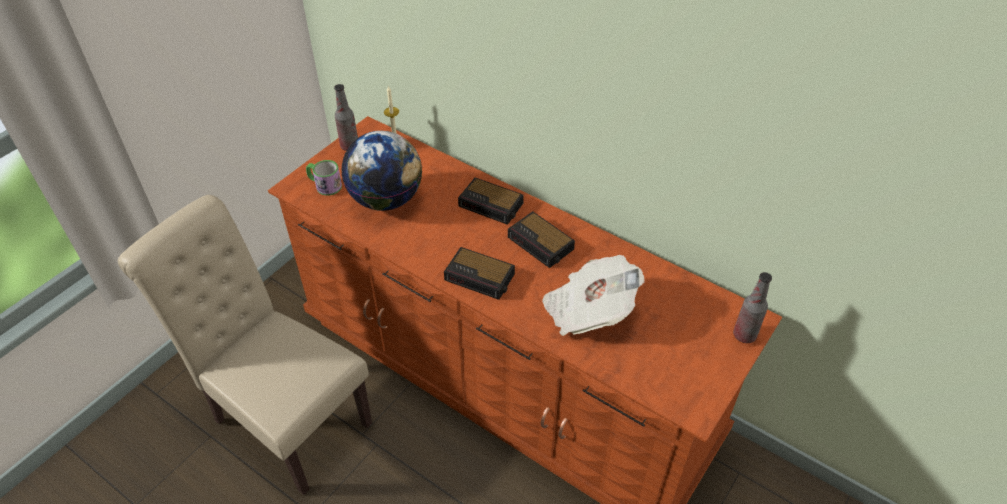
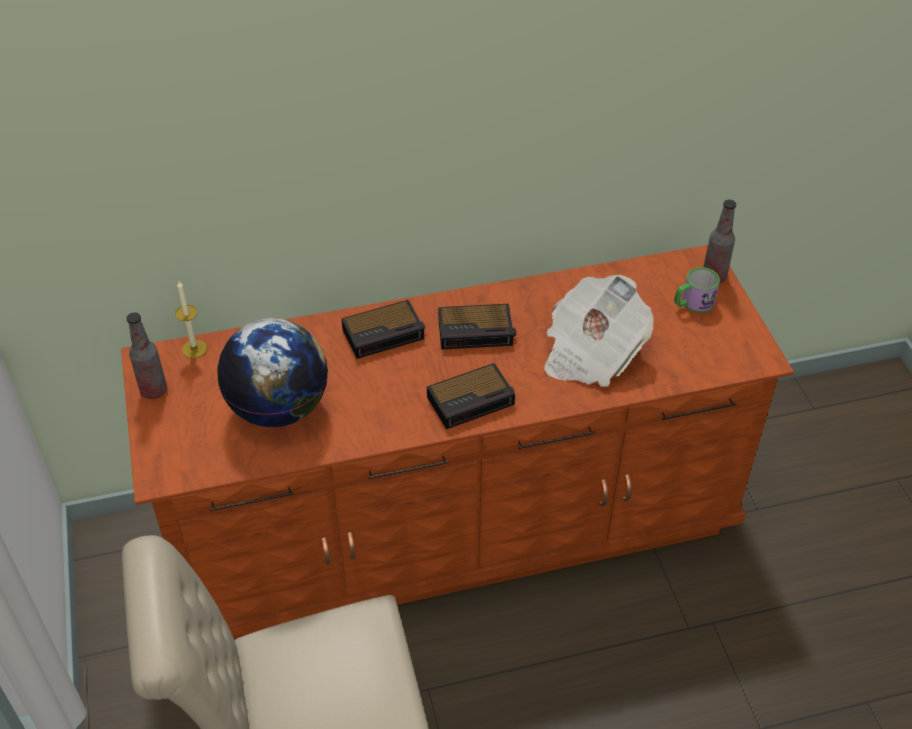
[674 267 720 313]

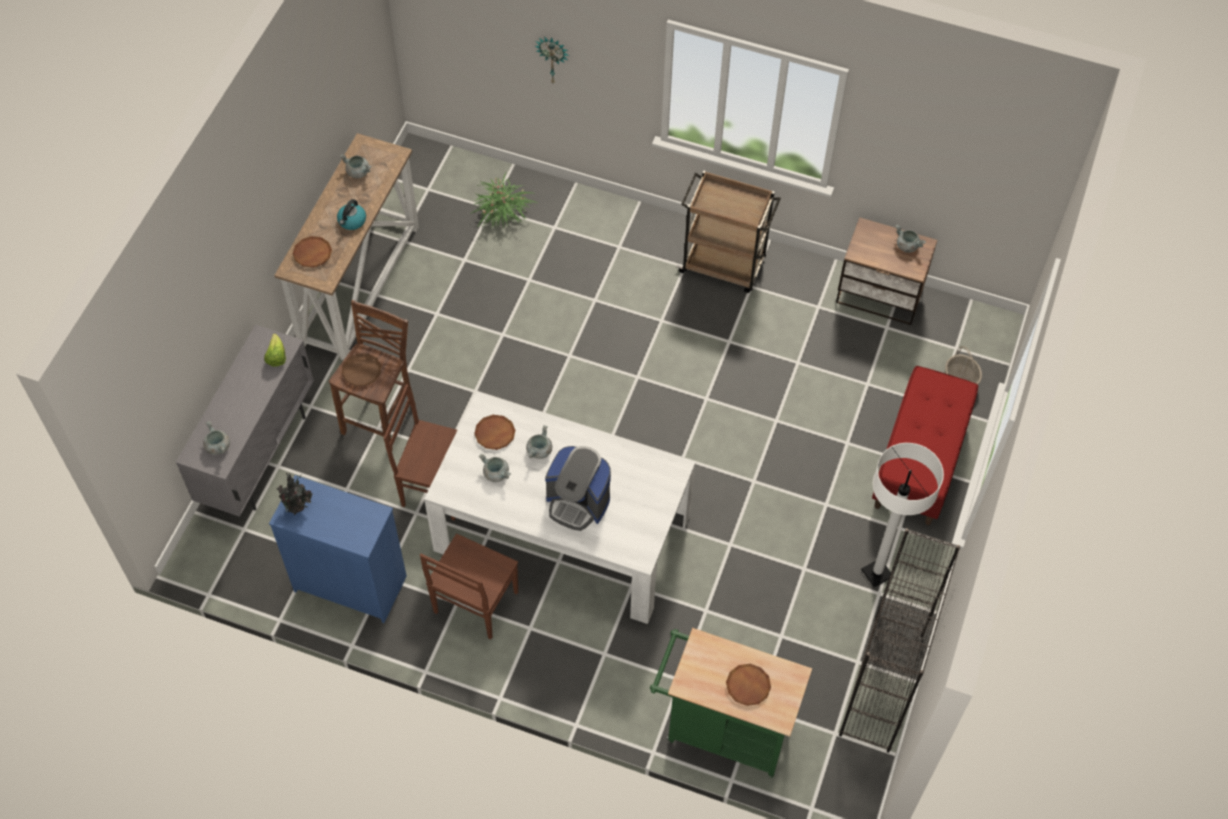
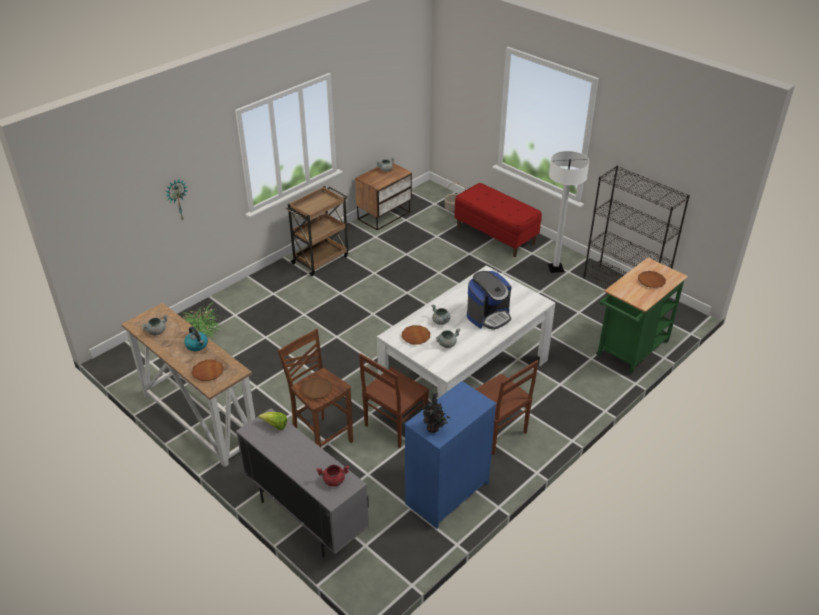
[316 465 349 487]

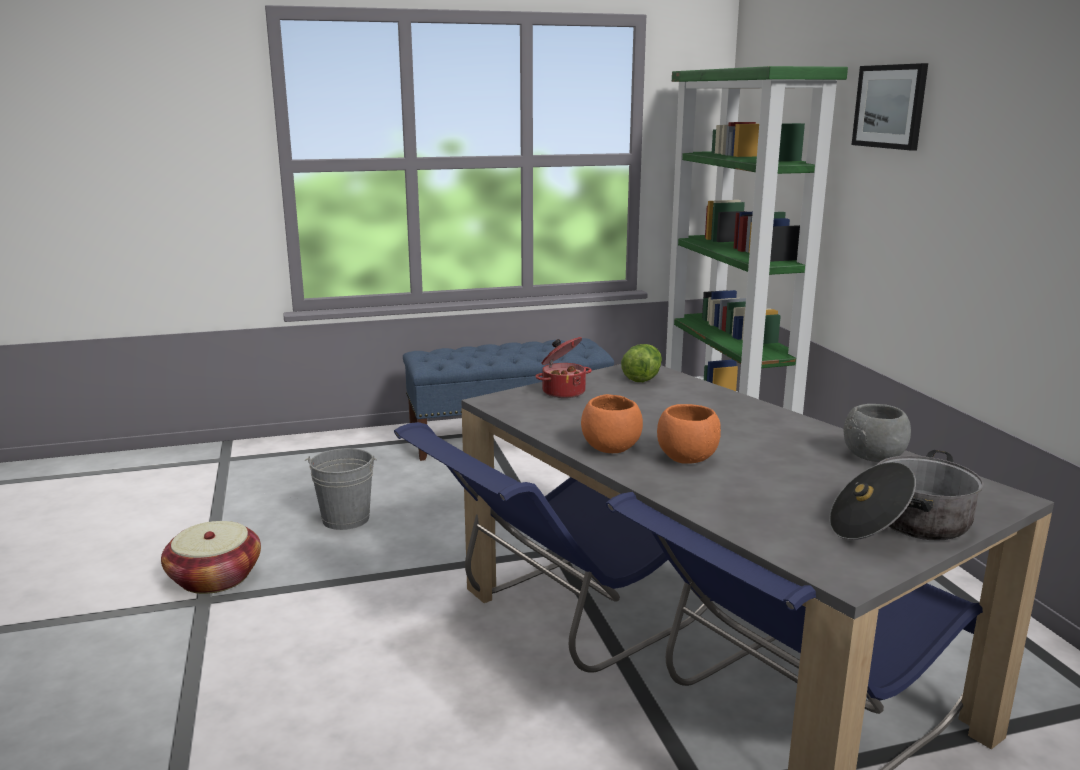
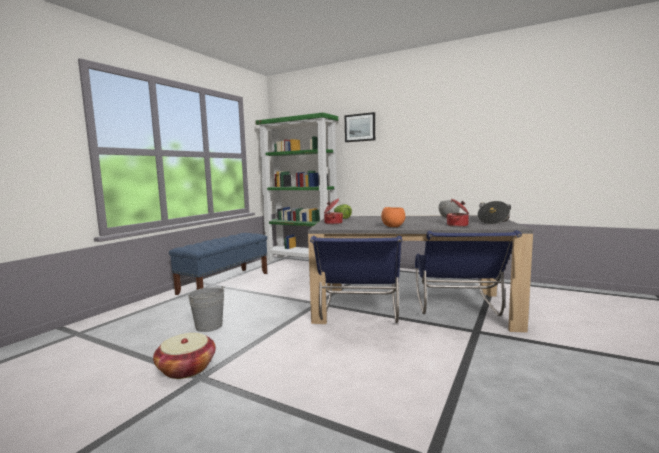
[657 404 721 464] (first image)
[446 199 469 227]

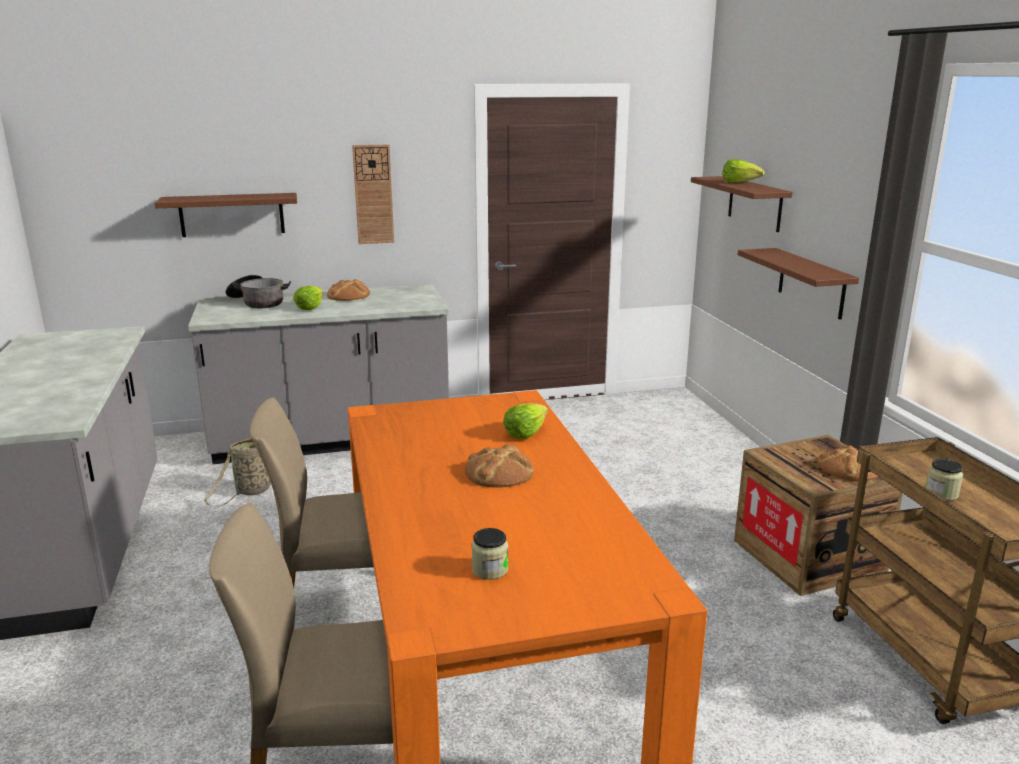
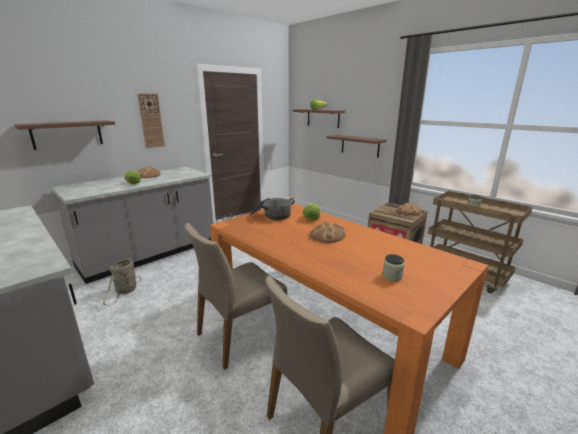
[249 198 295 220]

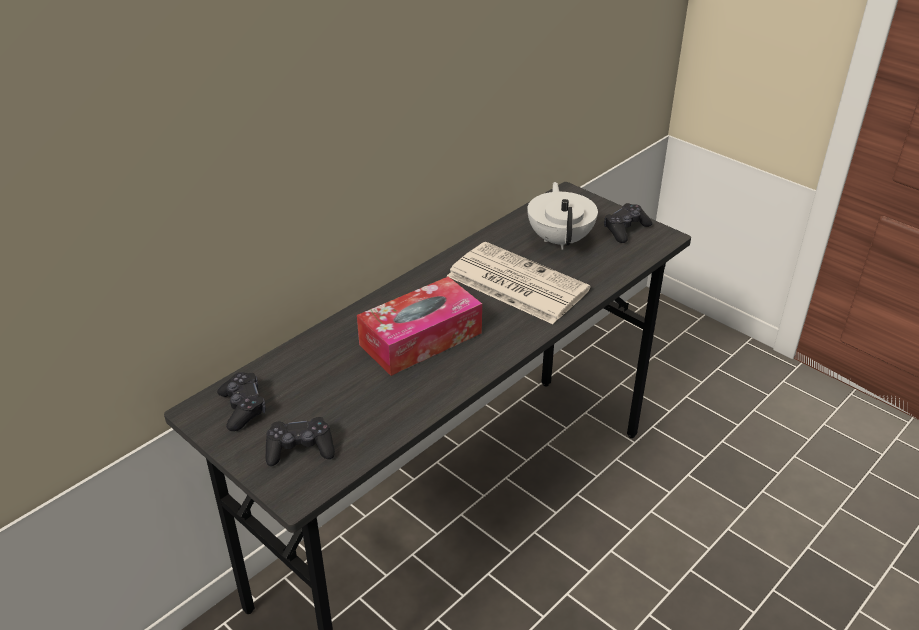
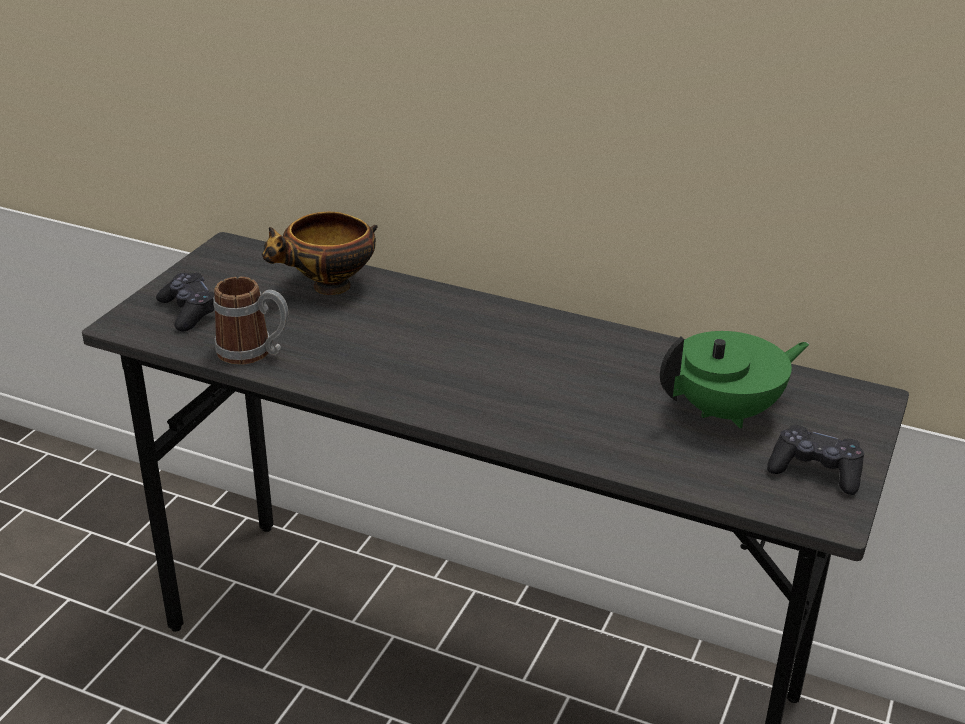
[217 372 266 431] (first image)
[357 277 482 376] (first image)
[447 242 591 324] (first image)
[213 277 289 365]
[262 212 378 295]
[660 331 809 428]

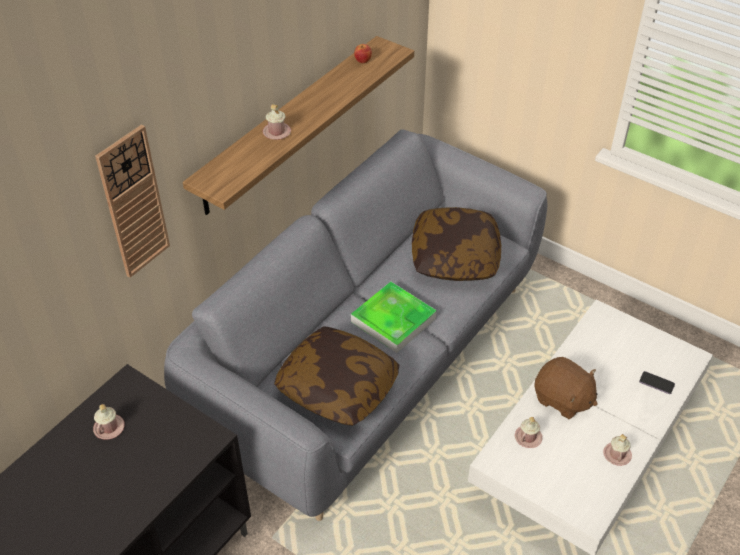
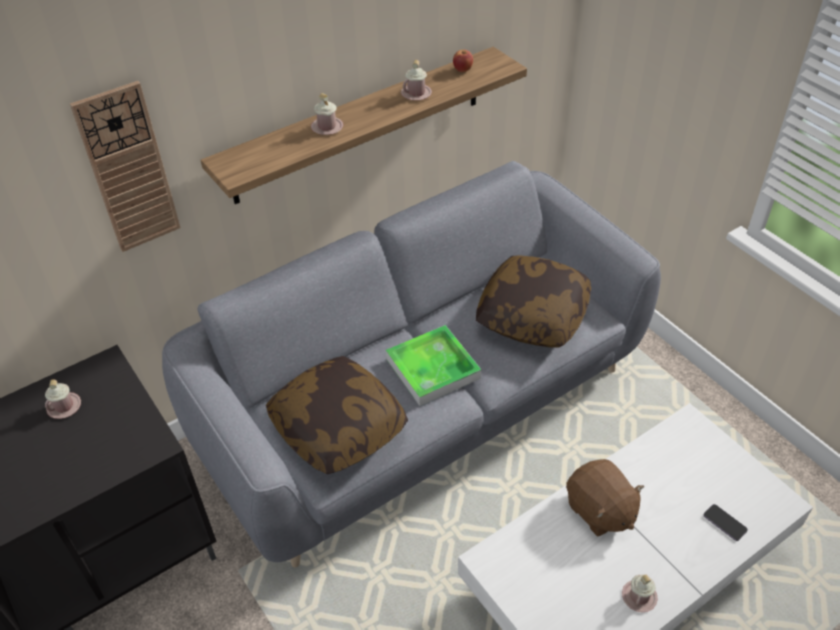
[401 60 432 101]

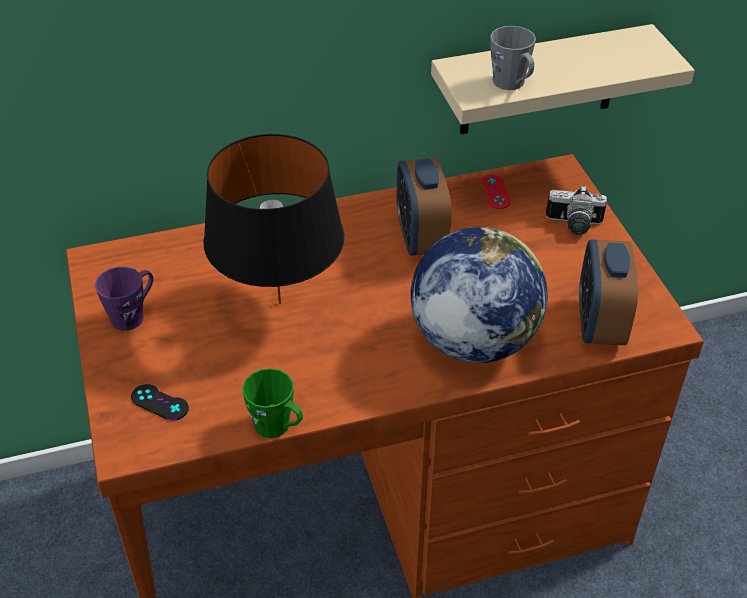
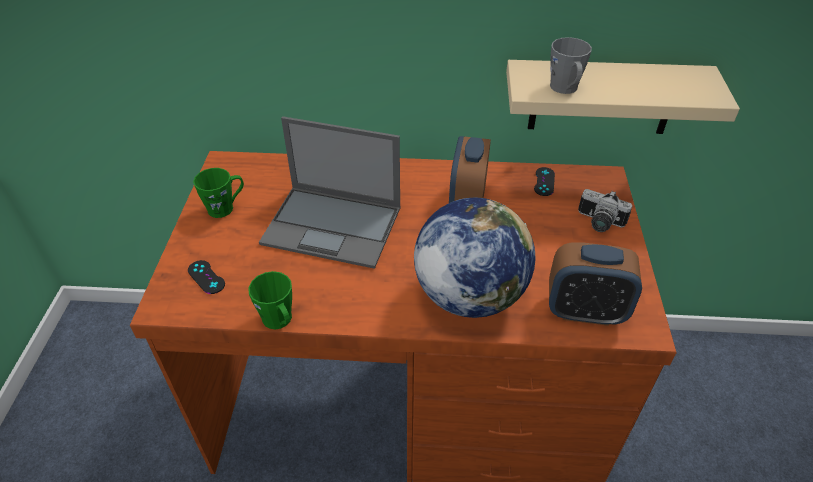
[259 116 400 269]
[193 168 244 218]
[534 167 555 196]
[549 243 642 326]

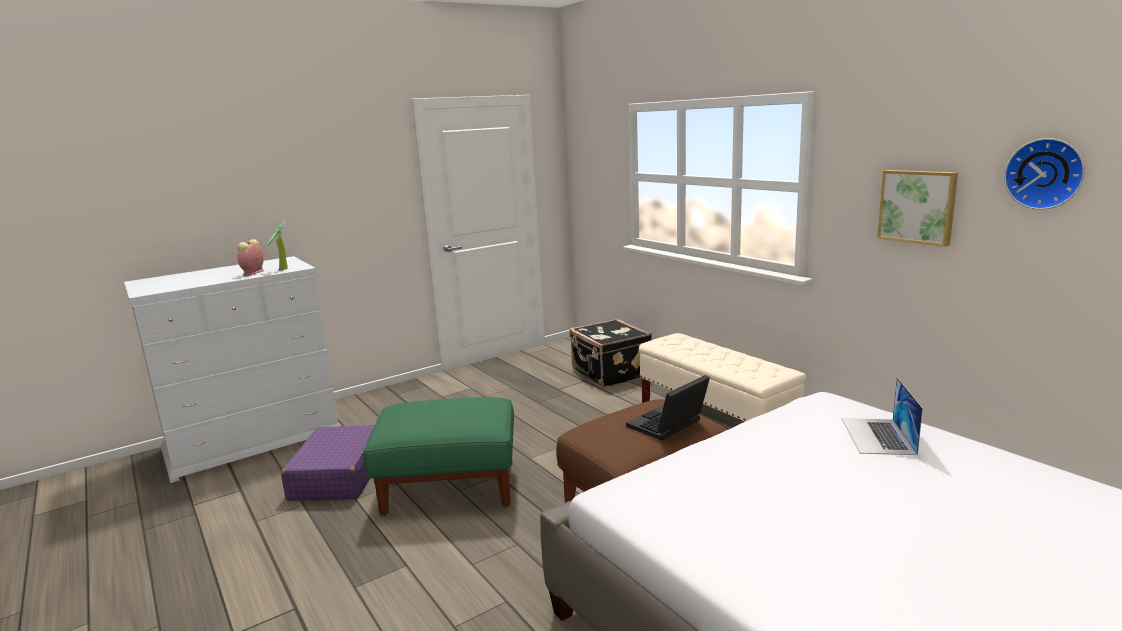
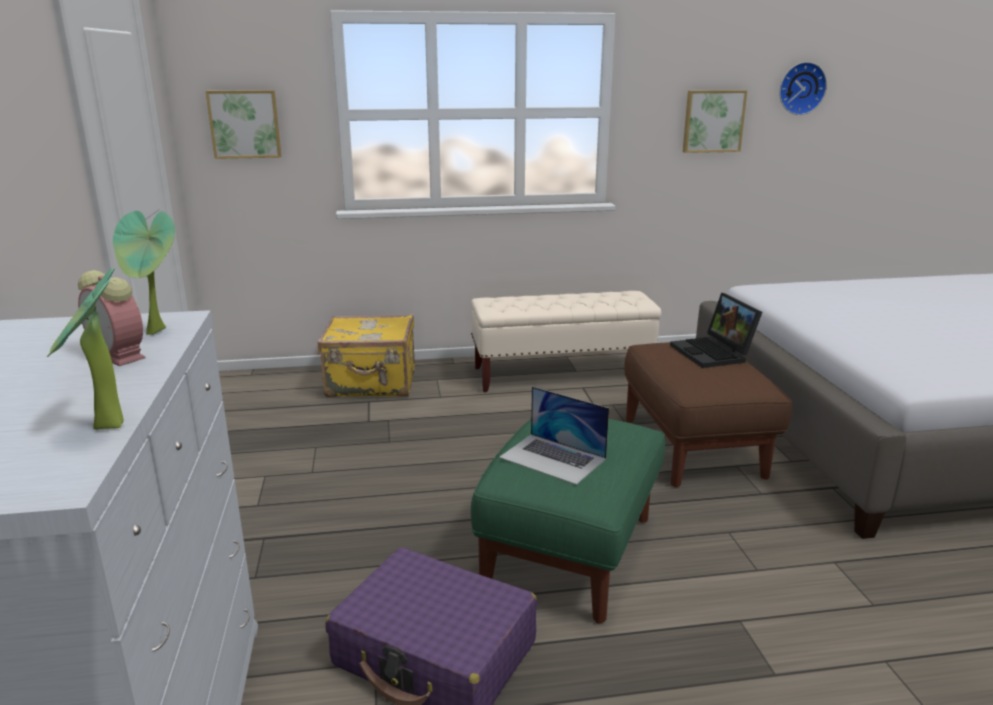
[46 268 124 430]
[206 90 282 159]
[499 387 609 485]
[318 314 415 397]

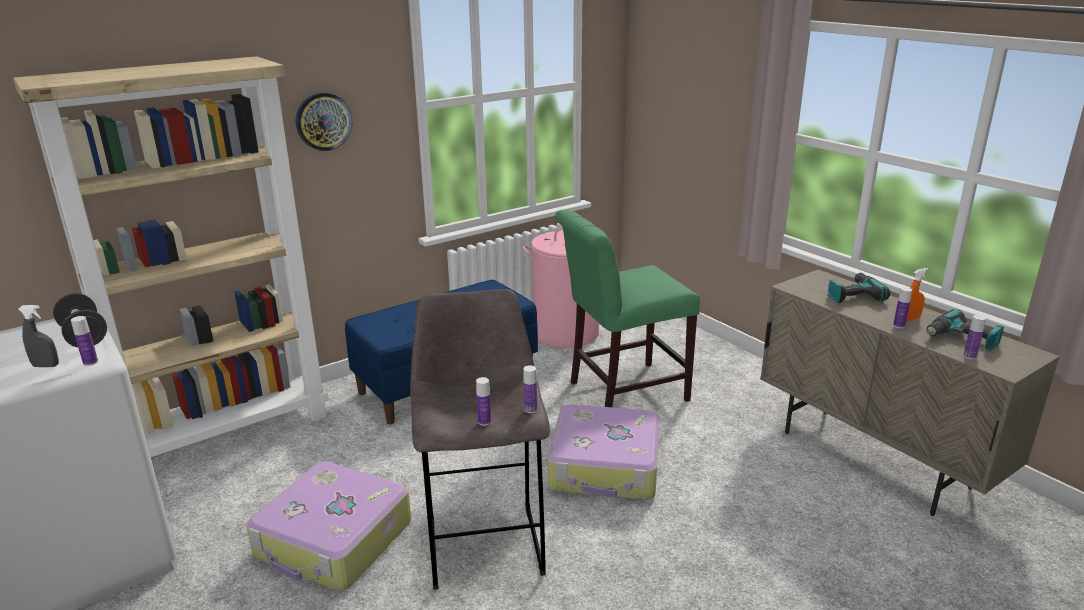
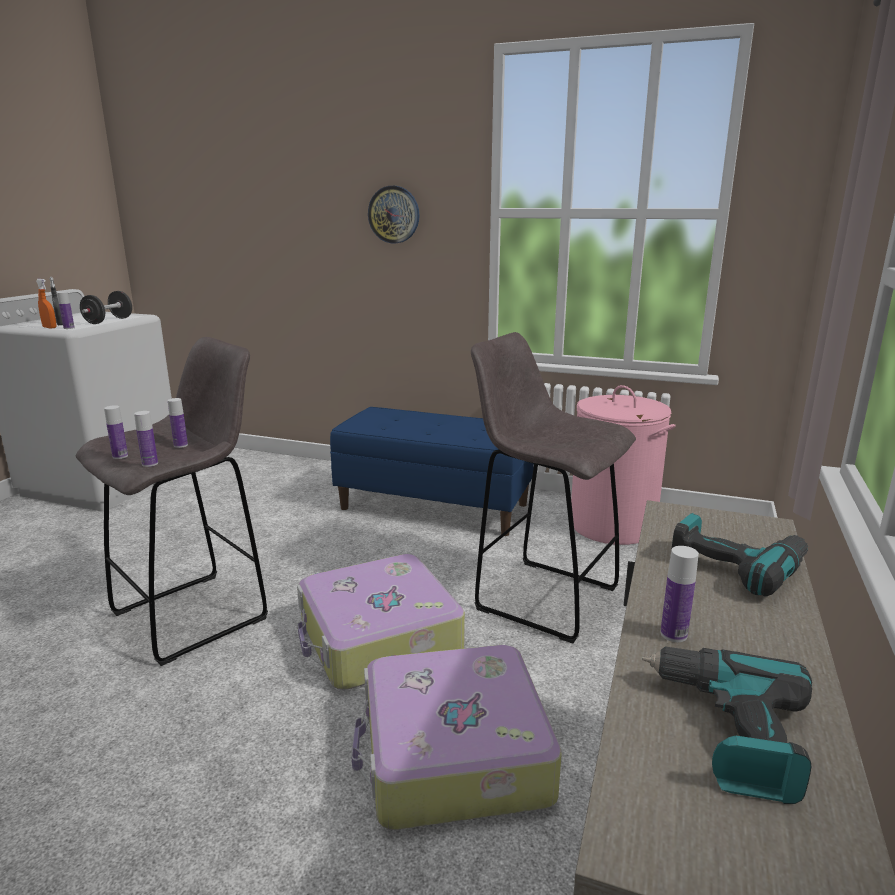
[13 56 328 472] (first image)
[351 645 562 830]
[36 279 57 329]
[168 398 188 448]
[471 332 636 644]

